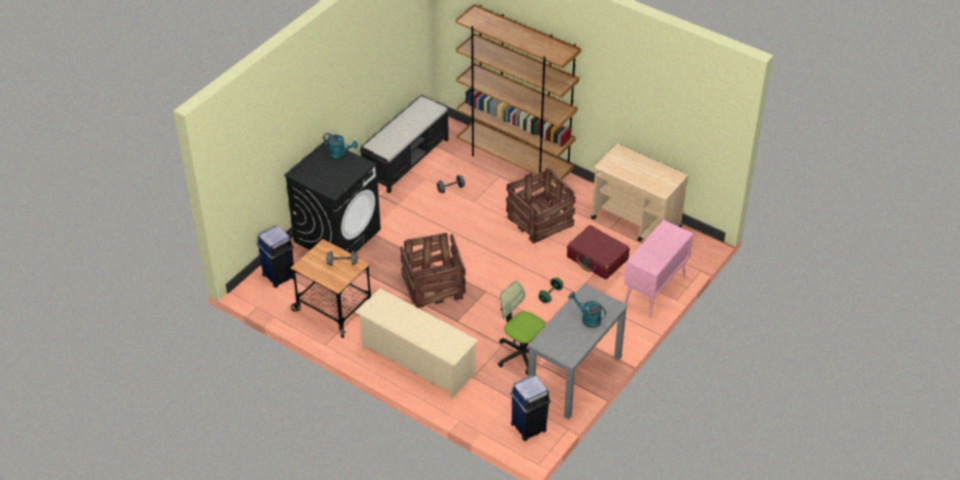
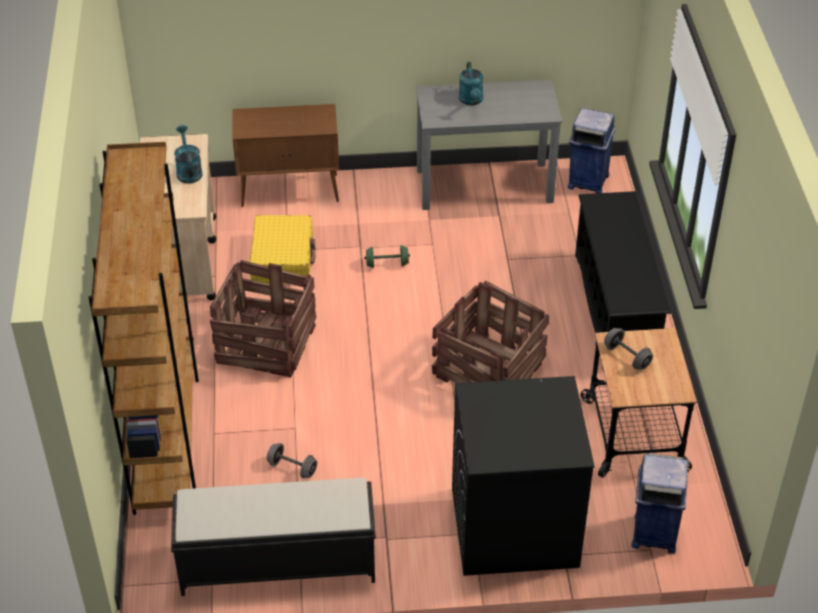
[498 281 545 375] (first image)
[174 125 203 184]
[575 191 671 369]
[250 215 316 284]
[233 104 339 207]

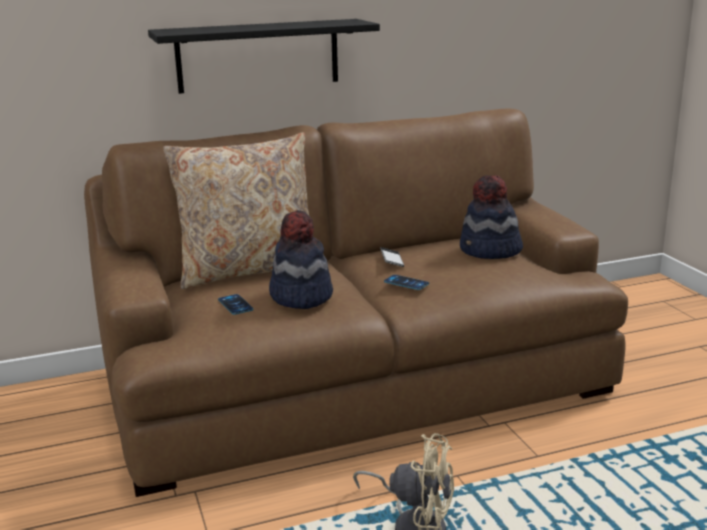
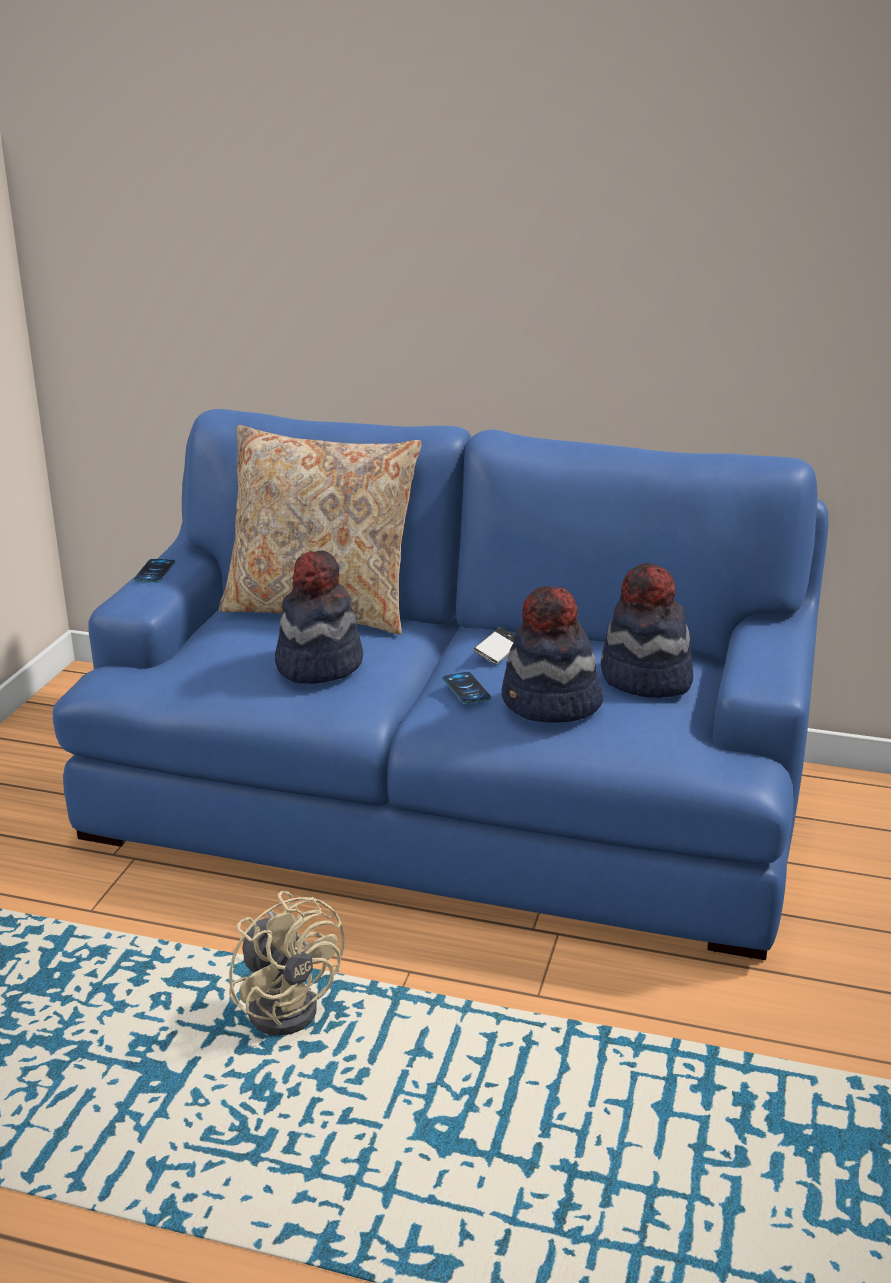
[148 19 380 94] (first image)
[501 586 603 723]
[134 559 175 582]
[53 409 829 960]

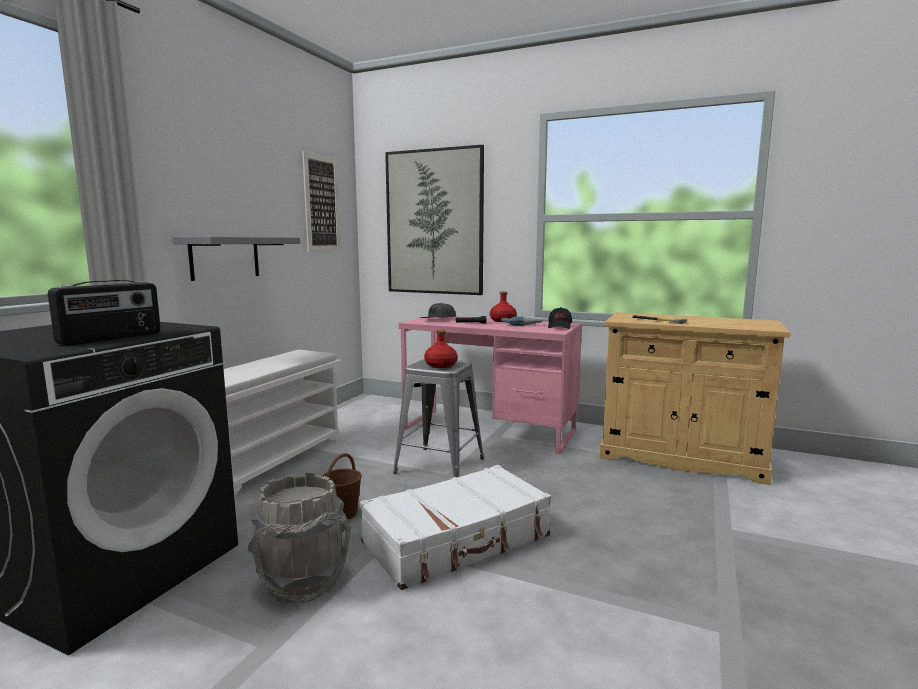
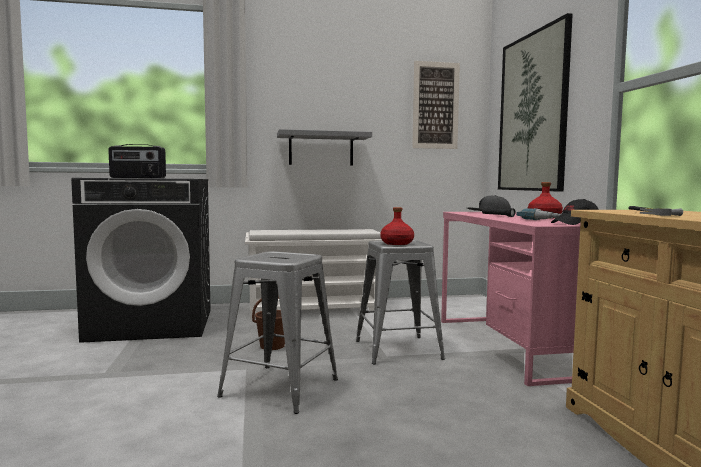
[248 472 351 603] (first image)
[217 251 338 414]

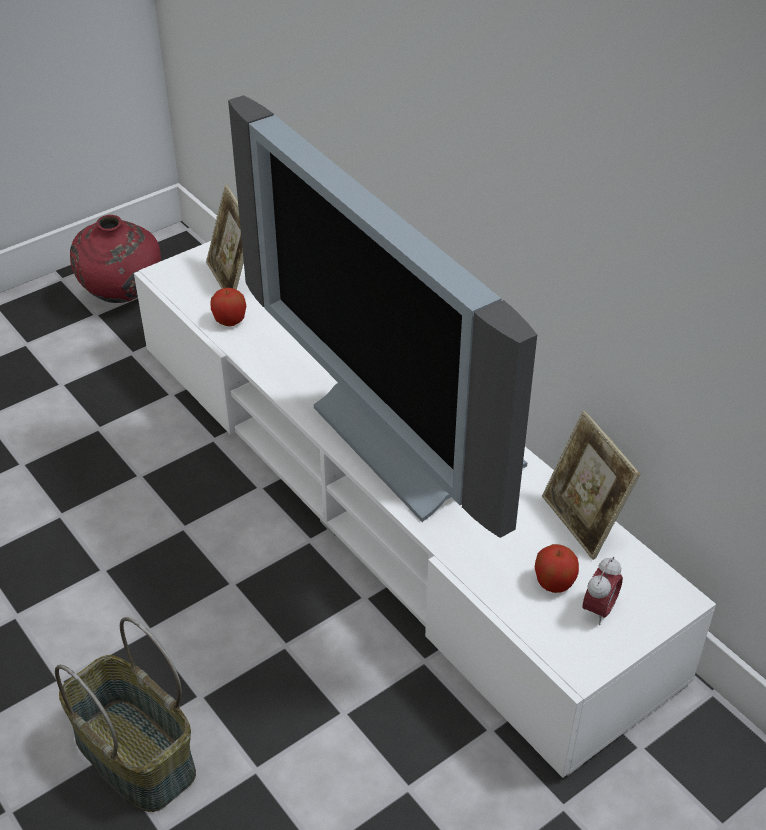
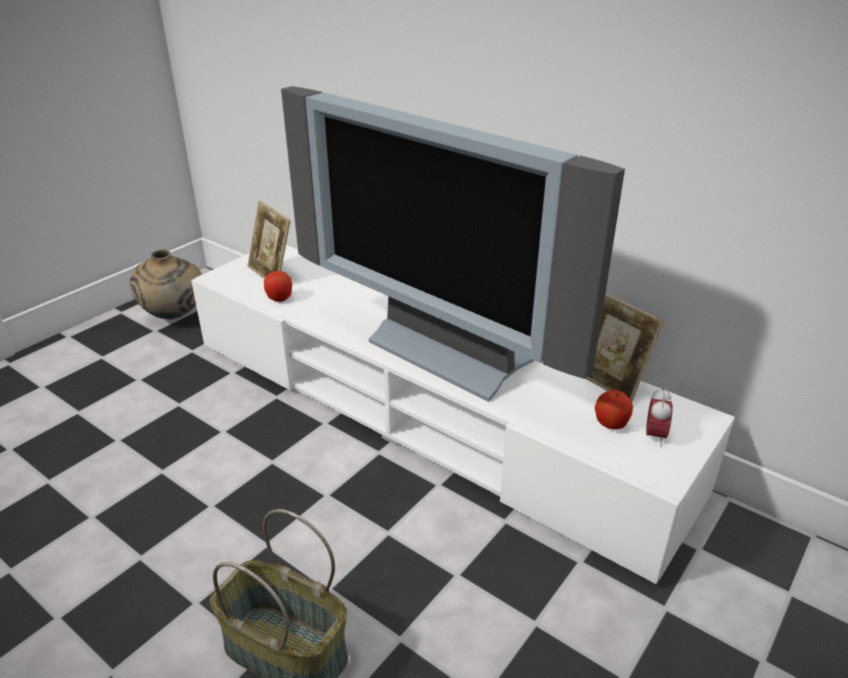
[130 250 202 320]

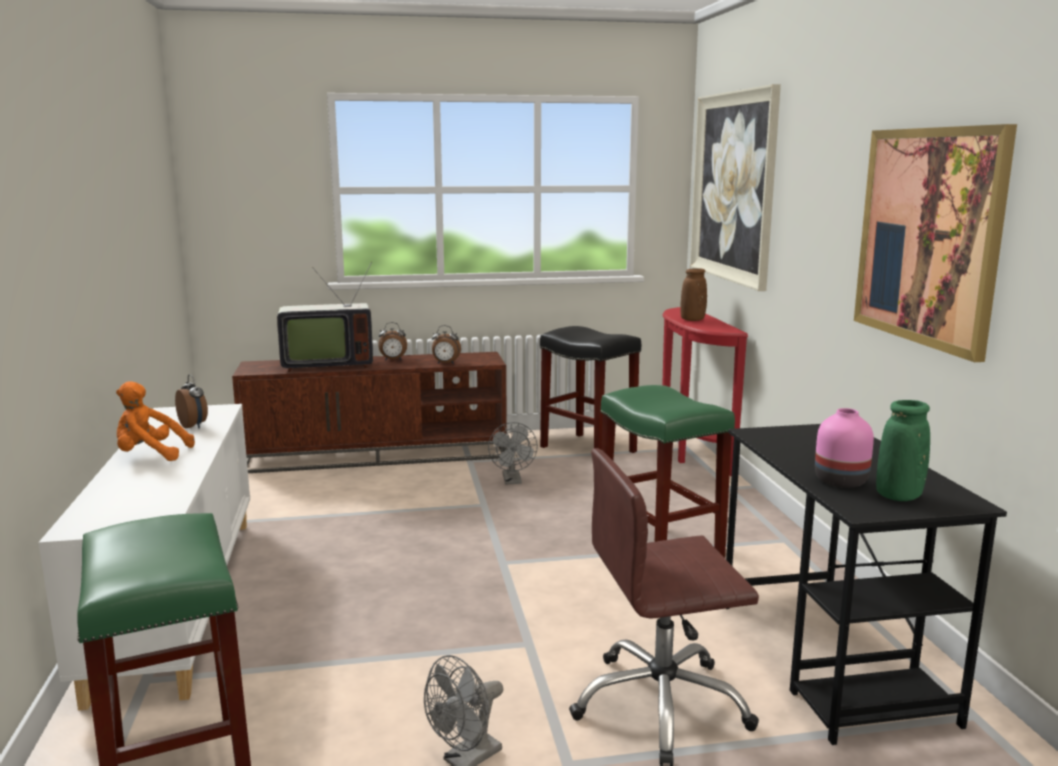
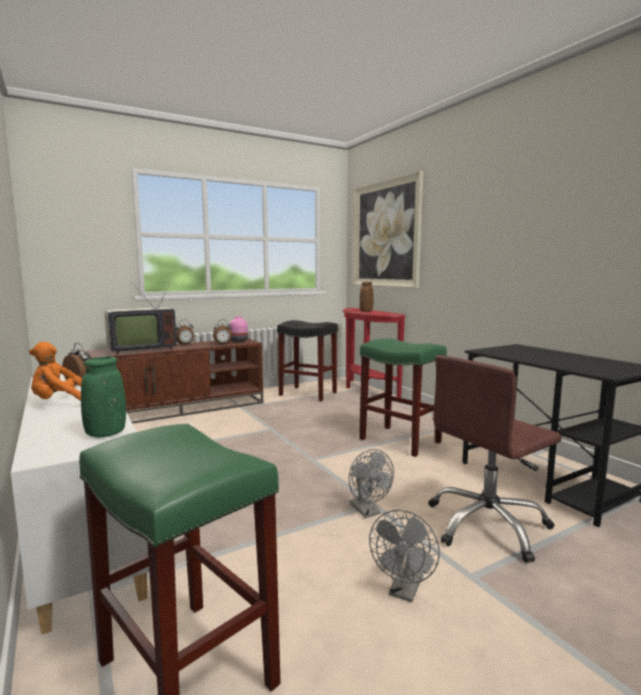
[854 124 1017 362] (first image)
[349 449 394 518]
[229 316 248 343]
[81 356 126 438]

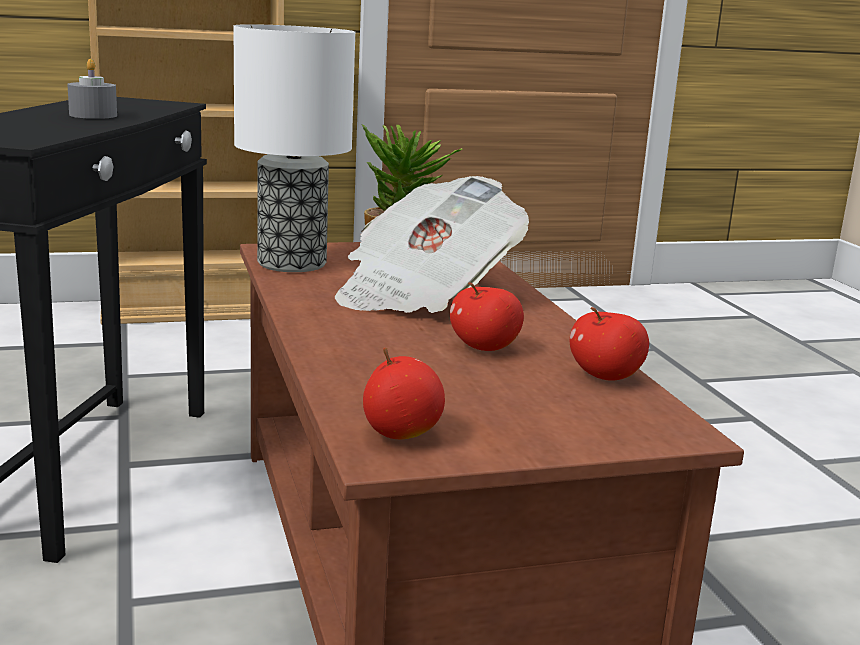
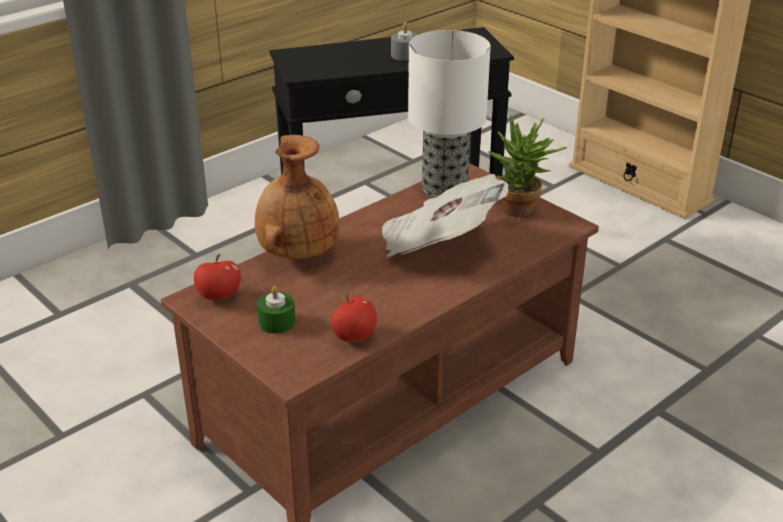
[450 282 524 351] (first image)
[255 135 339 259]
[257 286 296 334]

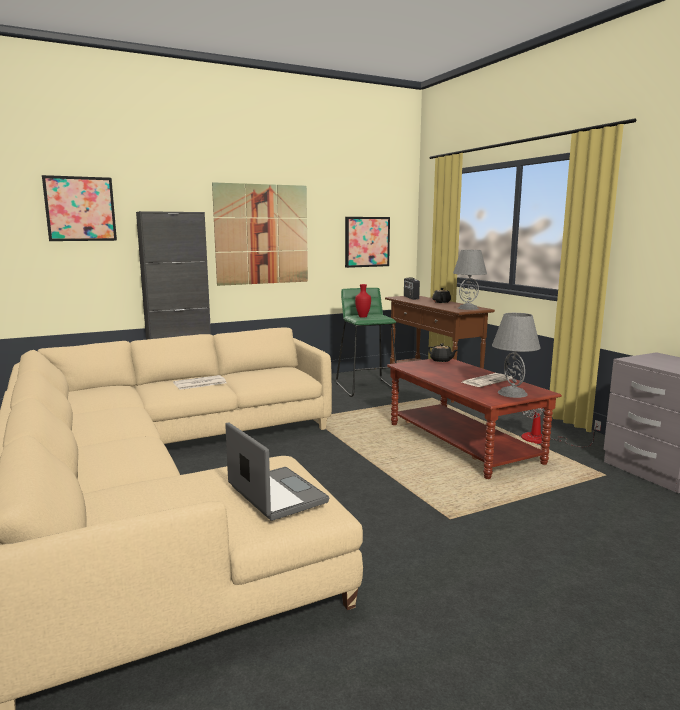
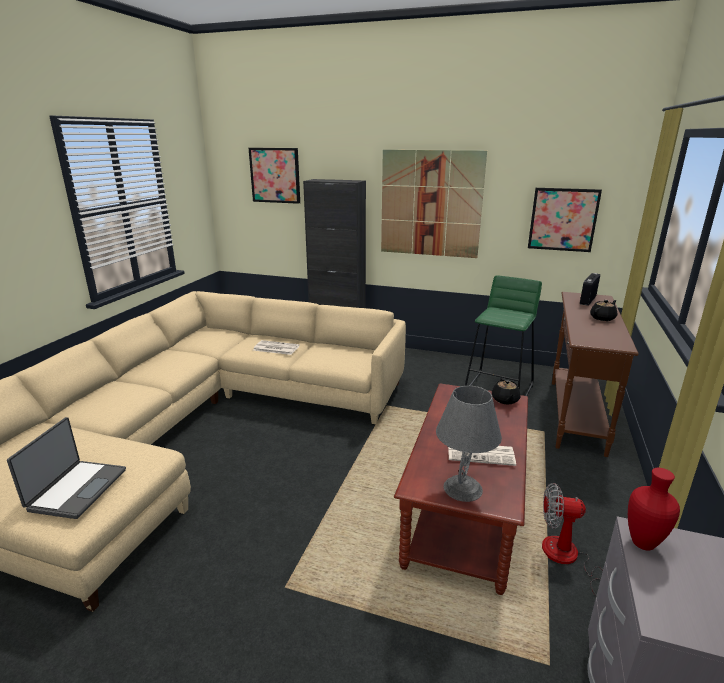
[453 250 487 310] (first image)
[628 468 680 550]

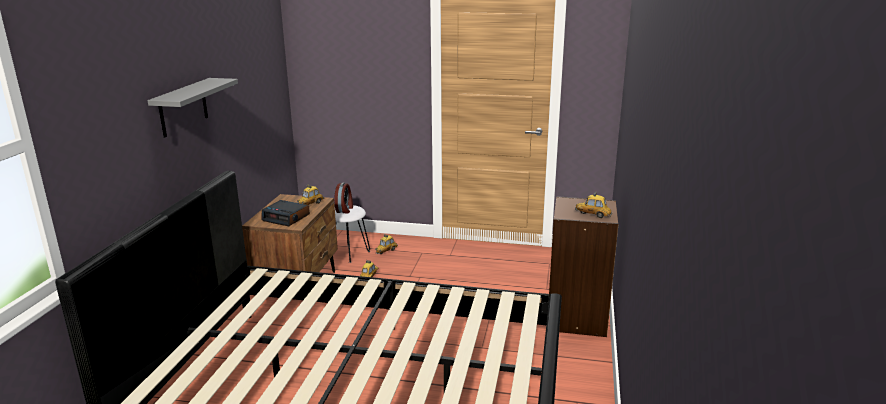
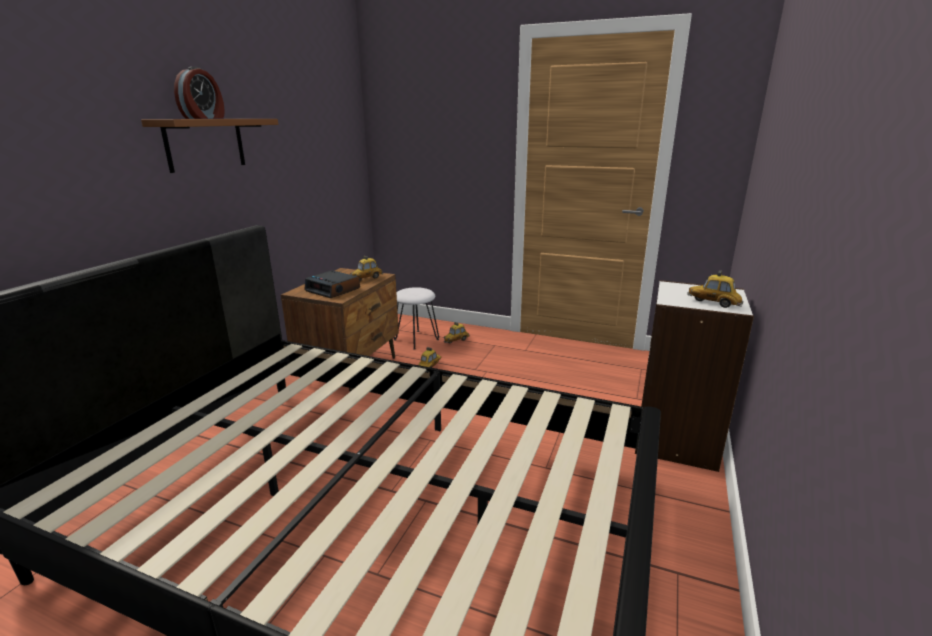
[174 67 225 119]
[141 119 278 173]
[635 280 754 472]

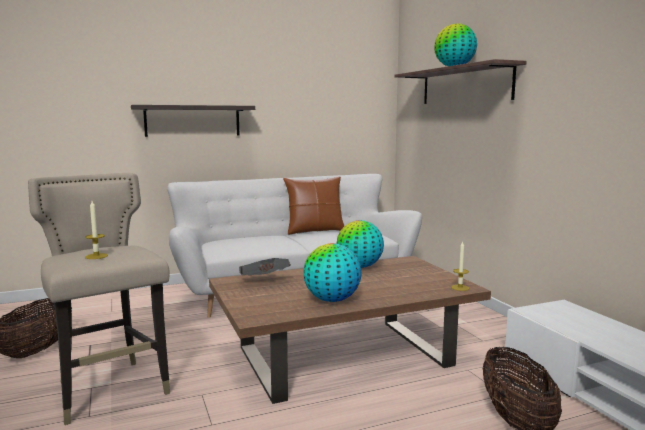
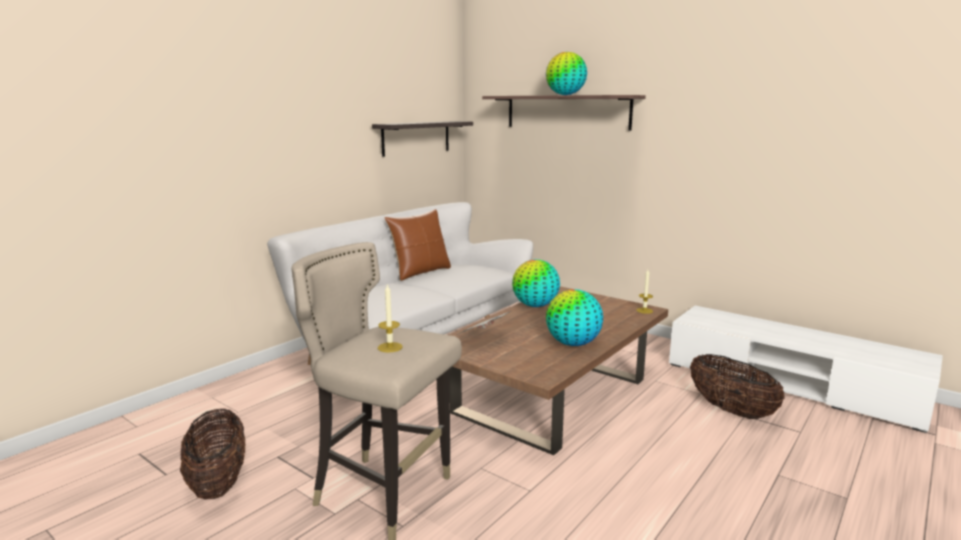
[372 121 473 157]

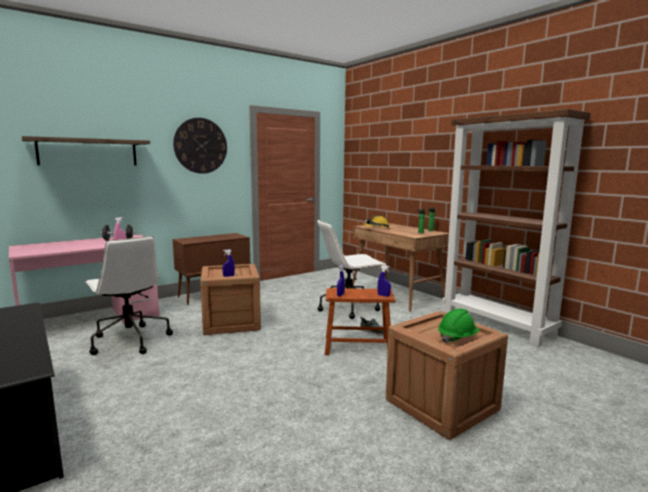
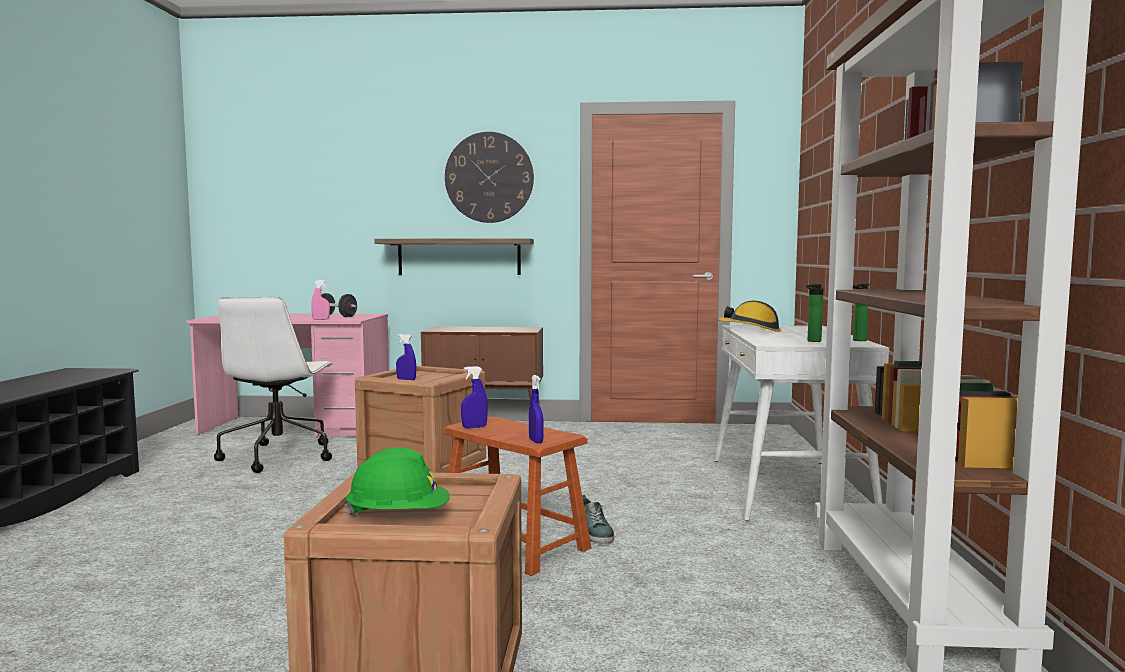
[317 219 387 319] (first image)
[374 238 534 275]
[714 325 889 521]

